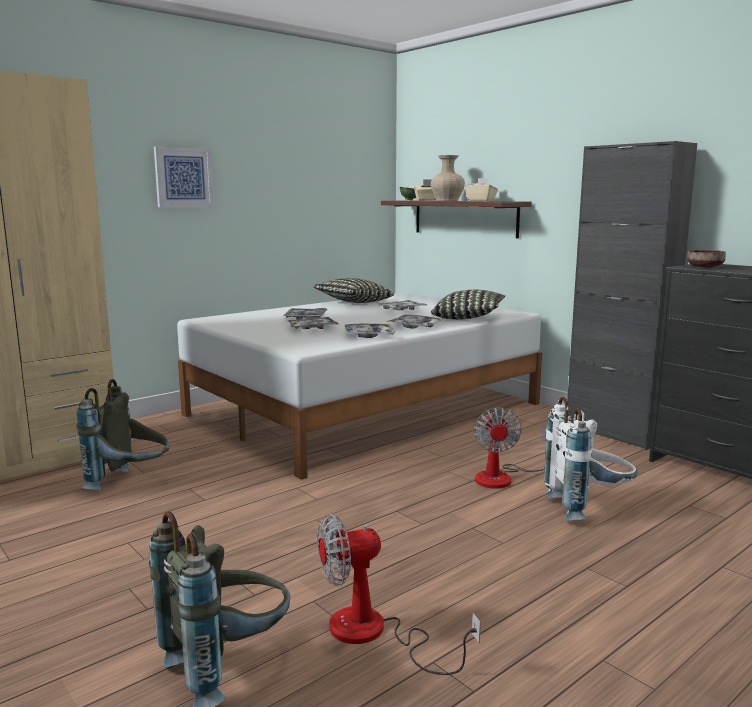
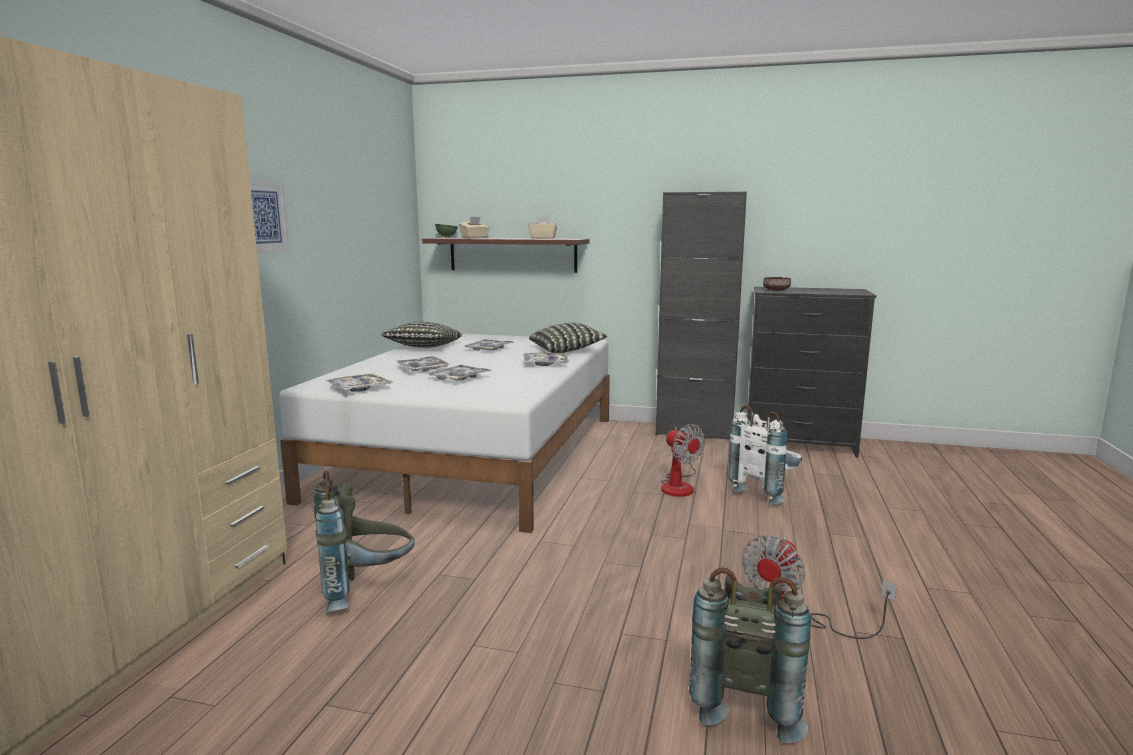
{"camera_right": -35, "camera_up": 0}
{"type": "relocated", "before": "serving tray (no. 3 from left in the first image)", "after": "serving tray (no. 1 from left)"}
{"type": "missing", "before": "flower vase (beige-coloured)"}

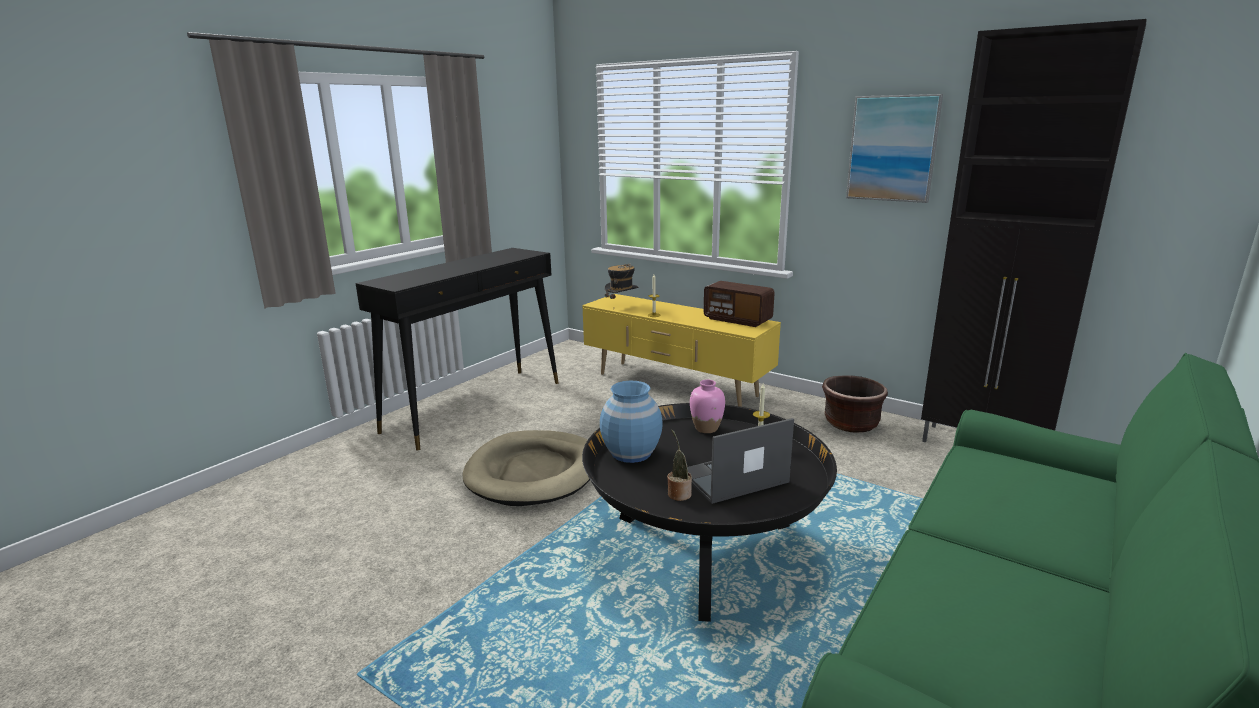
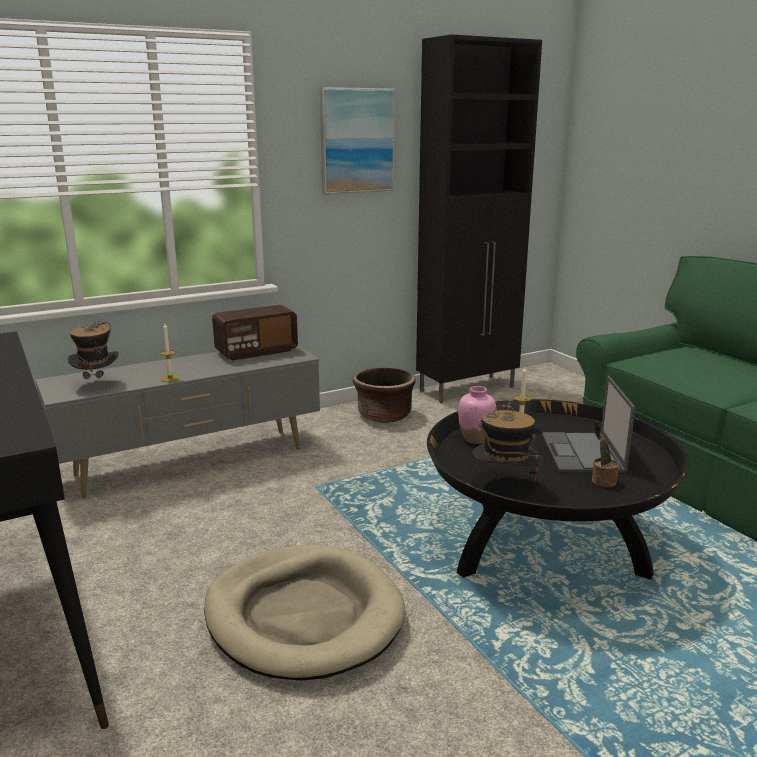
{"camera_right": -65, "camera_up": 0}
{"type": "colour", "before": "tv stand (yellow)", "after": "tv stand (greyish)"}
{"type": "exchanged", "before": "flower vase (blue)", "after": "clothing hat (no. 2 from left)"}

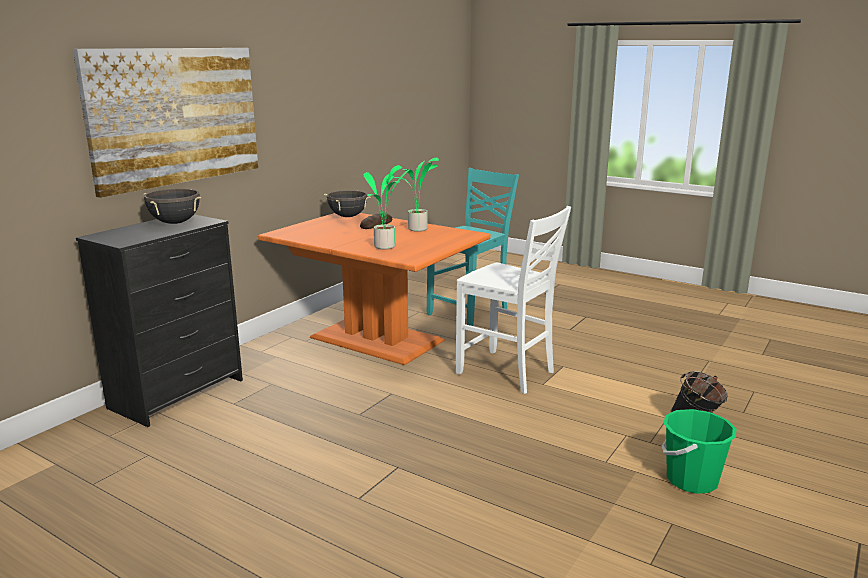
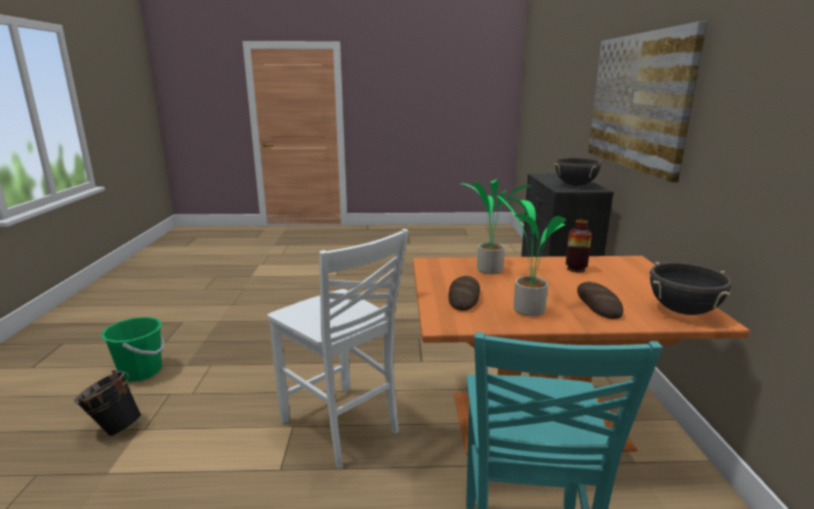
{"camera_right": 145, "camera_up": 0}
{"type": "spun", "before": "upright chair (white-coloured)", "turn": -135}
{"type": "appeared", "after": "baked bread (no. 1 from left)"}
{"type": "appeared", "after": "flower vase"}

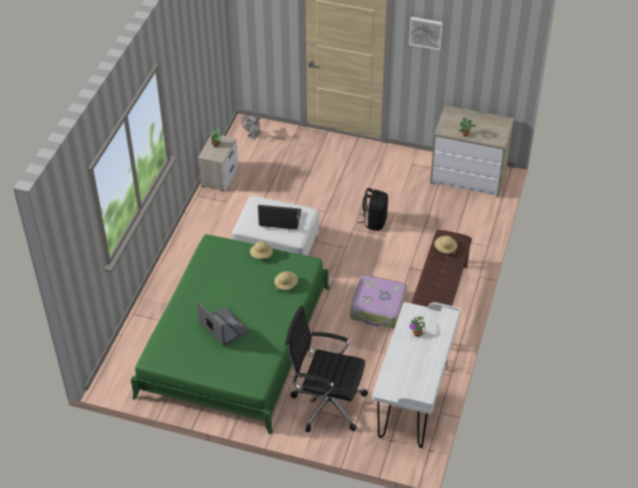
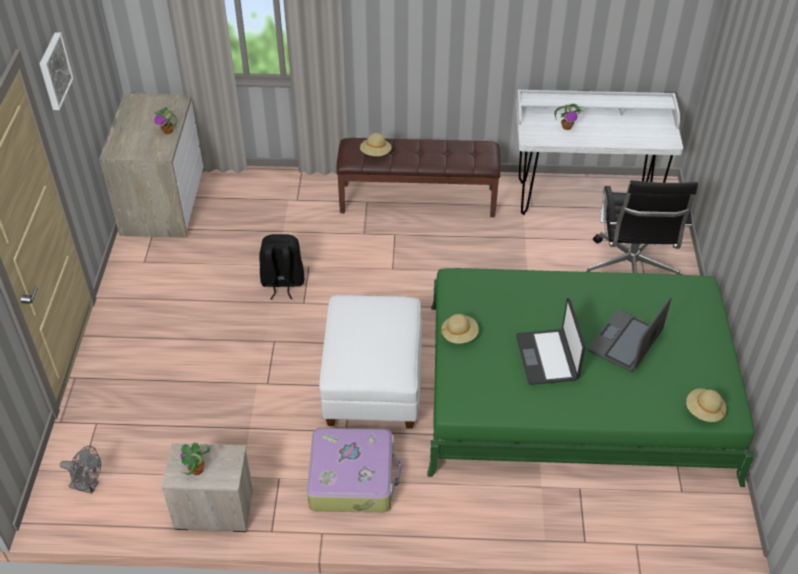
{"camera_right": -105, "camera_up": 0}
{"type": "relocated", "before": "portable computer (no. 2 from left in the first image)", "after": "portable computer (no. 1 from left)"}
{"type": "relocated", "before": "clothing hat (beige-coloured) (no. 2 from left in the first image)", "after": "clothing hat (beige-coloured) (no. 3 from left)"}
{"type": "relocated", "before": "travel case"}

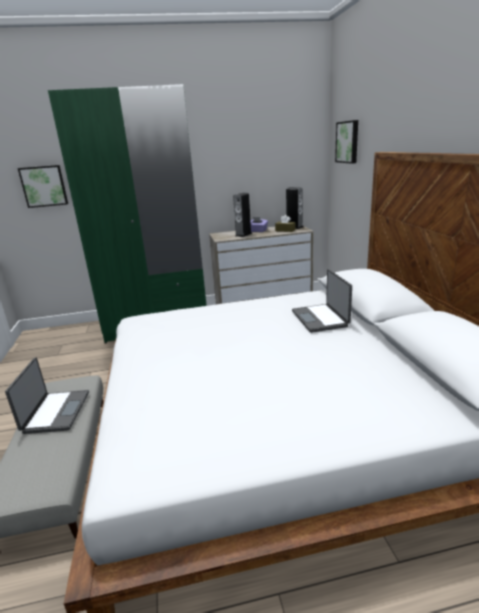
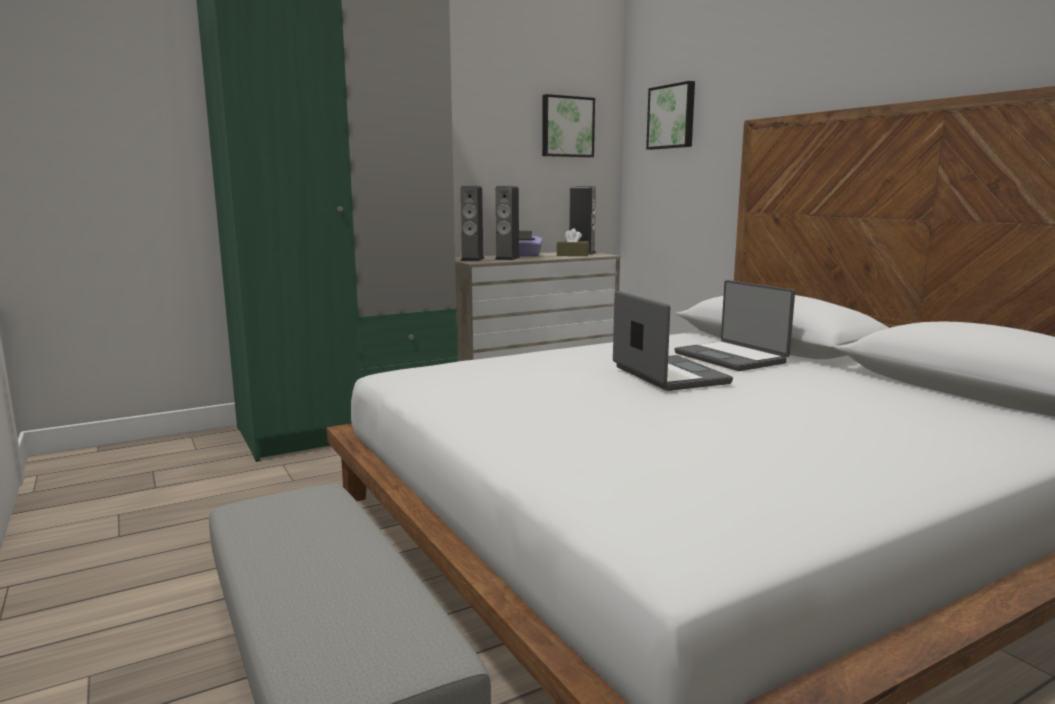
{"camera_right": -20, "camera_up": -10}
{"type": "relocated", "before": "portable computer (no. 1 from left)"}
{"type": "relocated", "before": "picture (no. 1 from left)"}
{"type": "appeared", "after": "audio speaker (no. 1 from left)"}

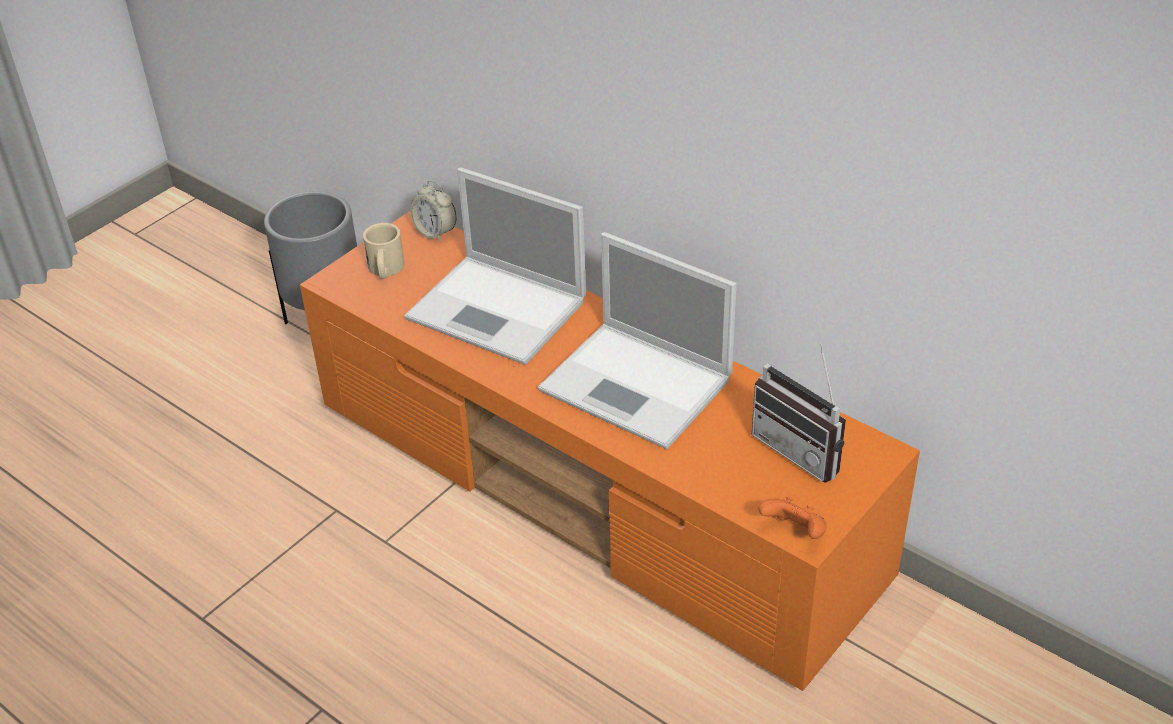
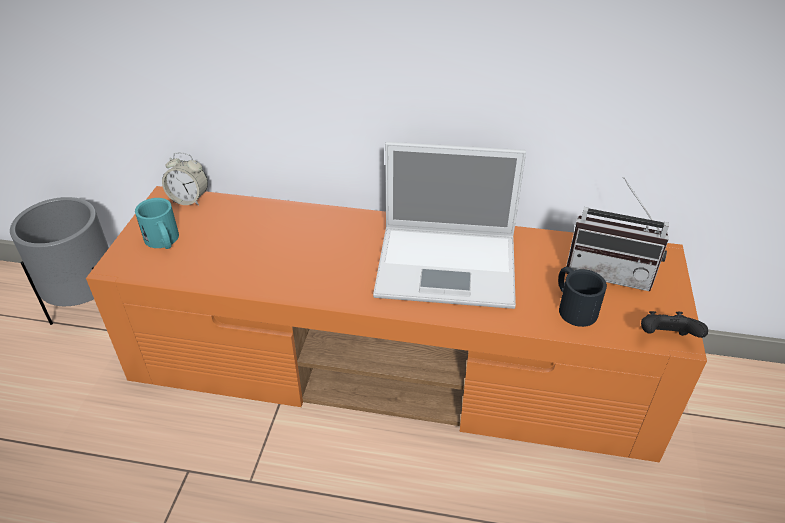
{"camera_right": -30, "camera_up": 0}
{"type": "colour", "before": "mug (beige-coloured)", "after": "mug (blue-green)"}
{"type": "missing", "before": "portable computer (no. 1 from left)"}
{"type": "colour", "before": "joypad (orange)", "after": "joypad (blackish)"}
{"type": "appeared", "after": "mug (blackish)"}

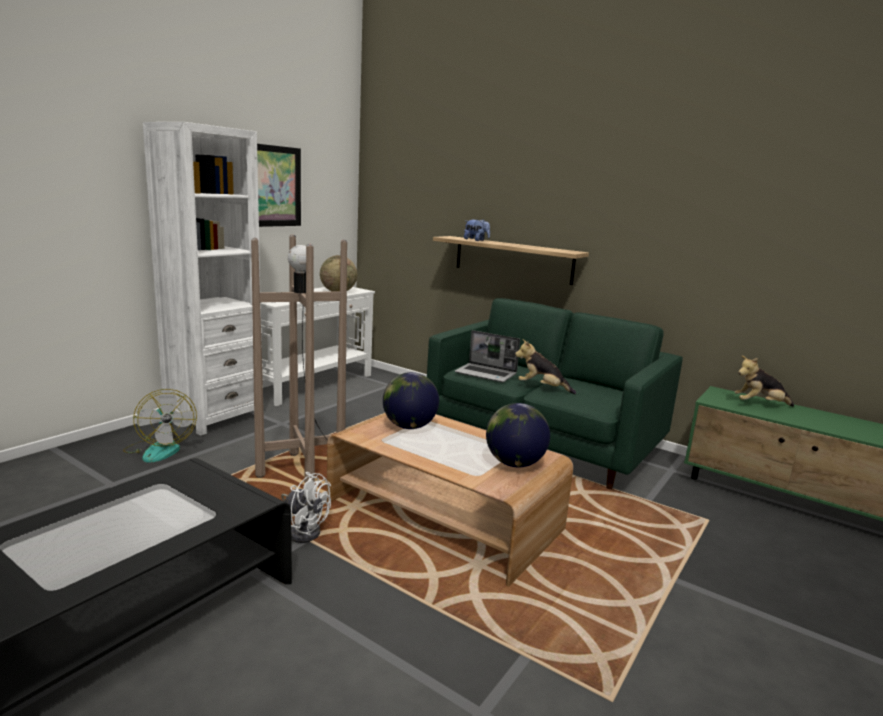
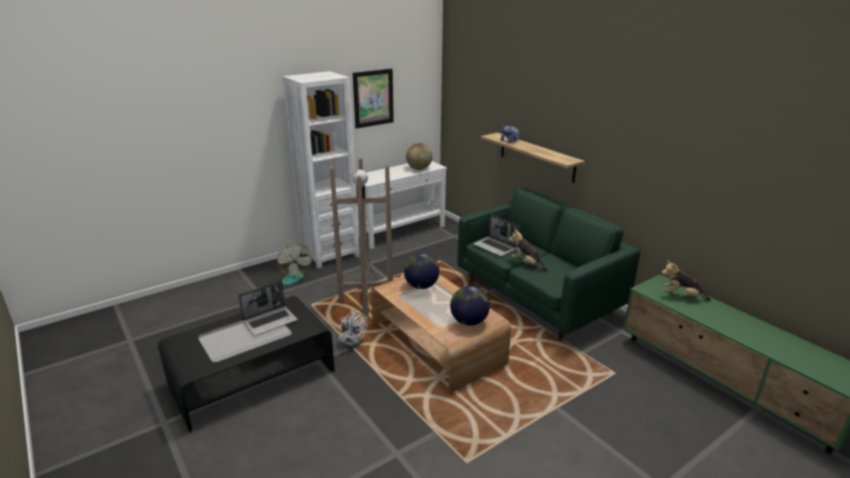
{"camera_right": 20, "camera_up": 10}
{"type": "appeared", "after": "portable computer (no. 1 from left)"}

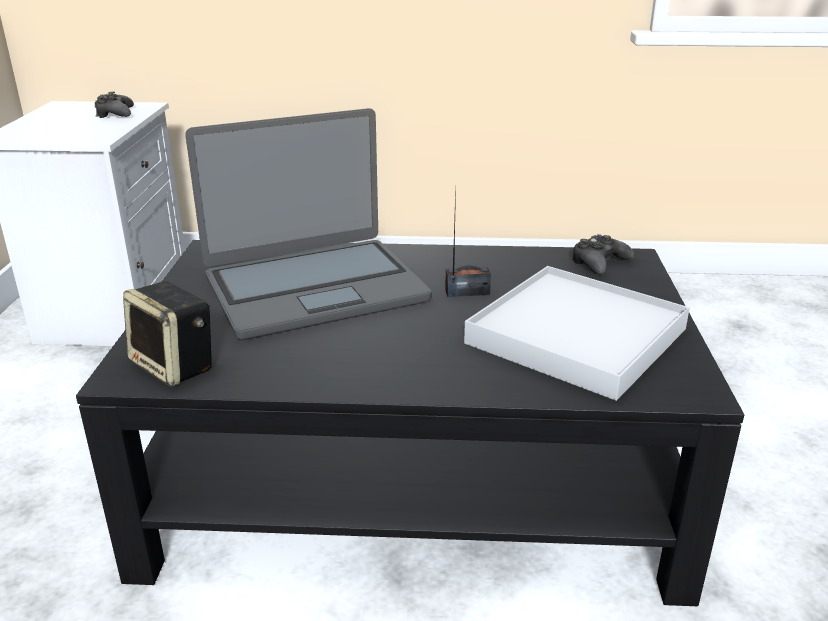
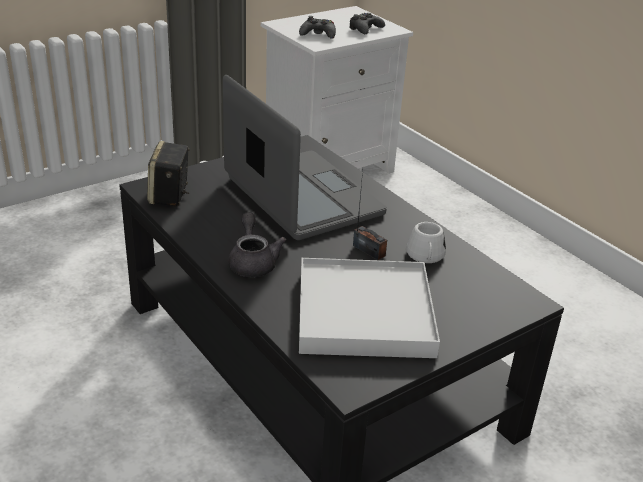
{"camera_right": 50, "camera_up": 5}
{"type": "spun", "before": "portable computer", "turn": -150}
{"type": "relocated", "before": "joypad (blackish) (no. 2 from left in the first image)", "after": "joypad (blackish) (no. 1 from left)"}
{"type": "appeared", "after": "pot for tea (greyish)"}
{"type": "appeared", "after": "mug (white-coloured)"}

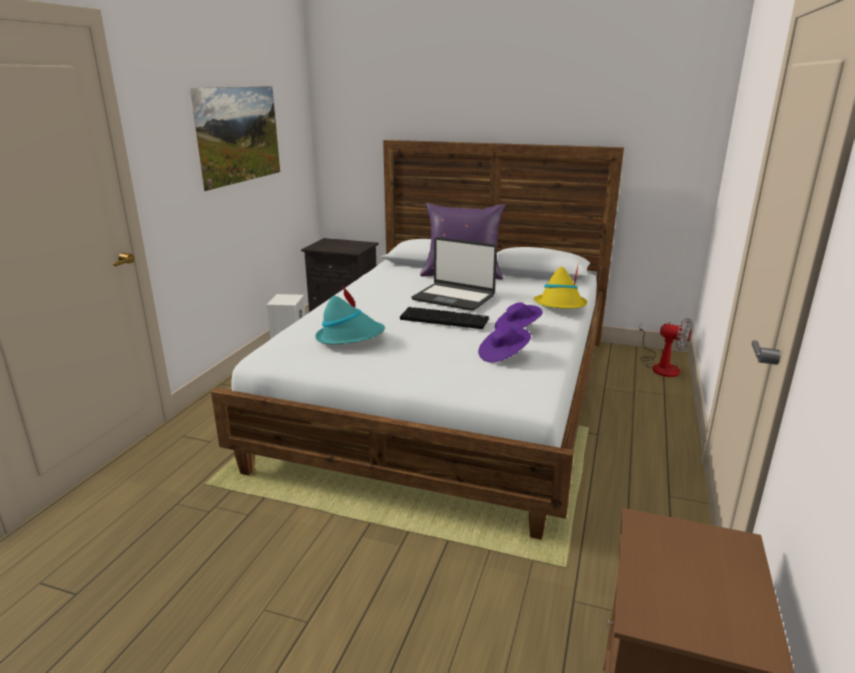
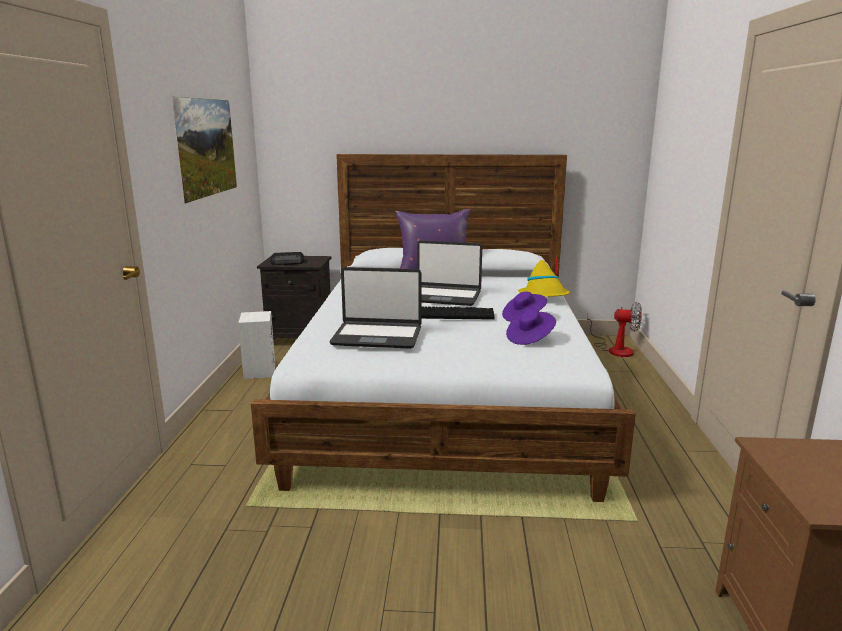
{"camera_right": -15, "camera_up": -5}
{"type": "exchanged", "before": "clothing hat (blue-green)", "after": "portable computer (no. 1 from left)"}
{"type": "appeared", "after": "radio set"}

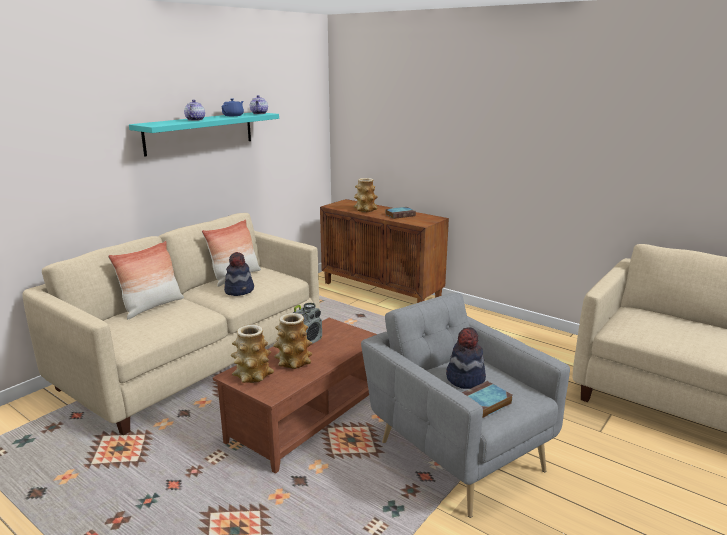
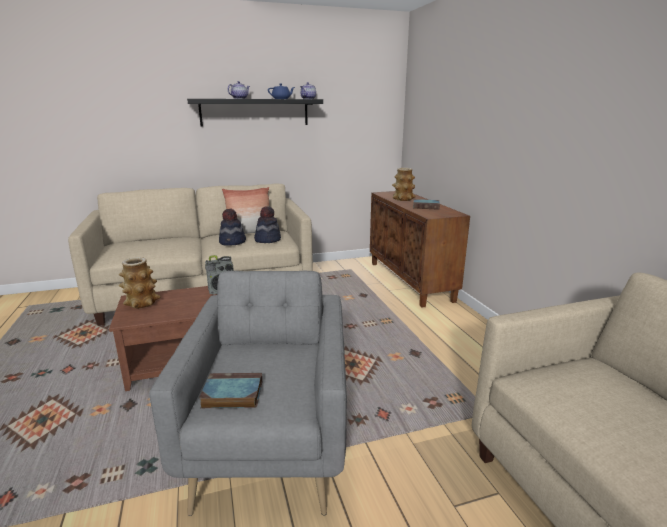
{"camera_right": 35, "camera_up": 0}
{"type": "missing", "before": "cushion (no. 1 from left)"}
{"type": "colour", "before": "wall shelf (blue-green)", "after": "wall shelf (blackish)"}
{"type": "missing", "before": "flower vase (no. 2 from left)"}
{"type": "relocated", "before": "clothing hat (no. 2 from left)"}

